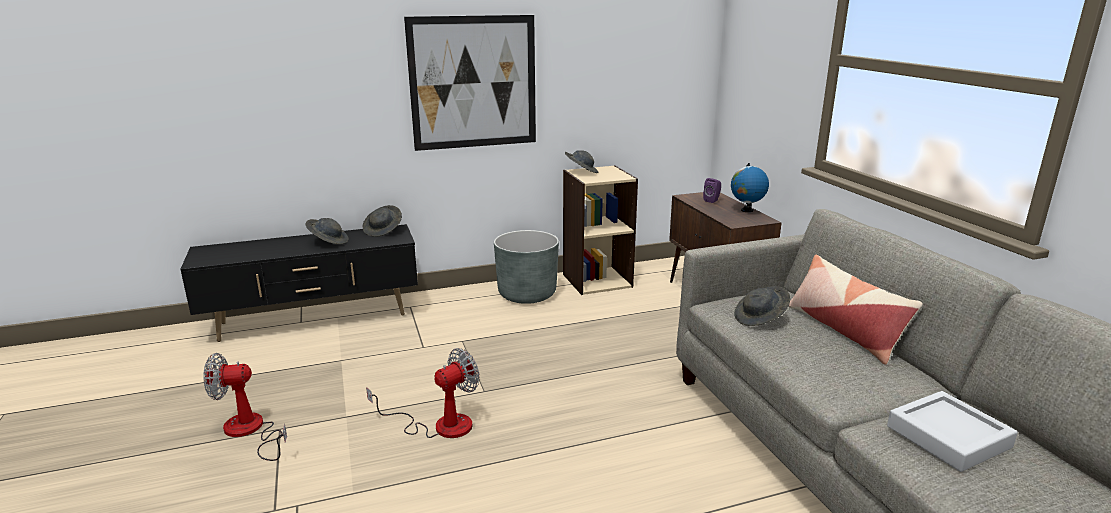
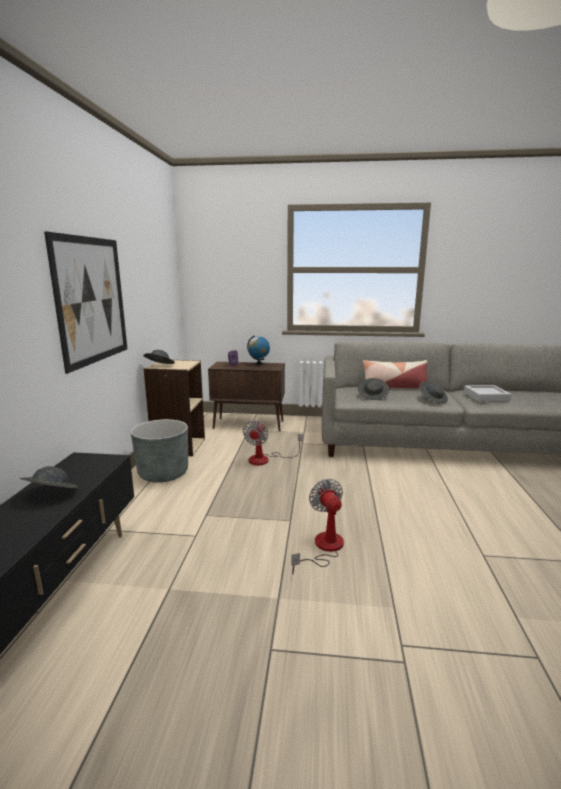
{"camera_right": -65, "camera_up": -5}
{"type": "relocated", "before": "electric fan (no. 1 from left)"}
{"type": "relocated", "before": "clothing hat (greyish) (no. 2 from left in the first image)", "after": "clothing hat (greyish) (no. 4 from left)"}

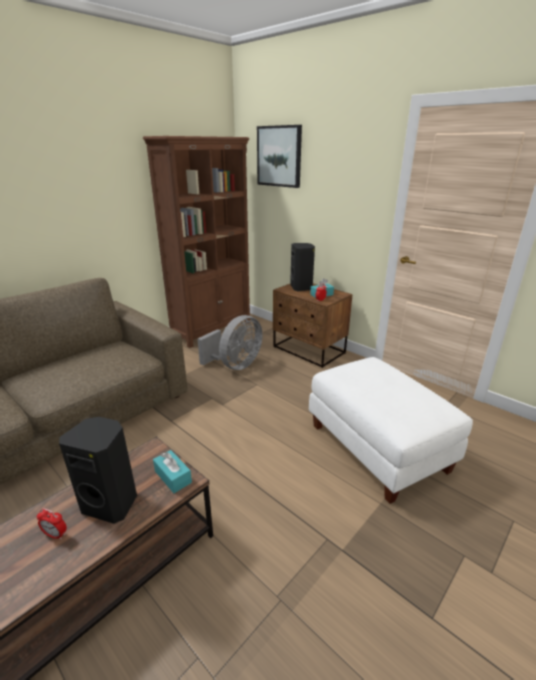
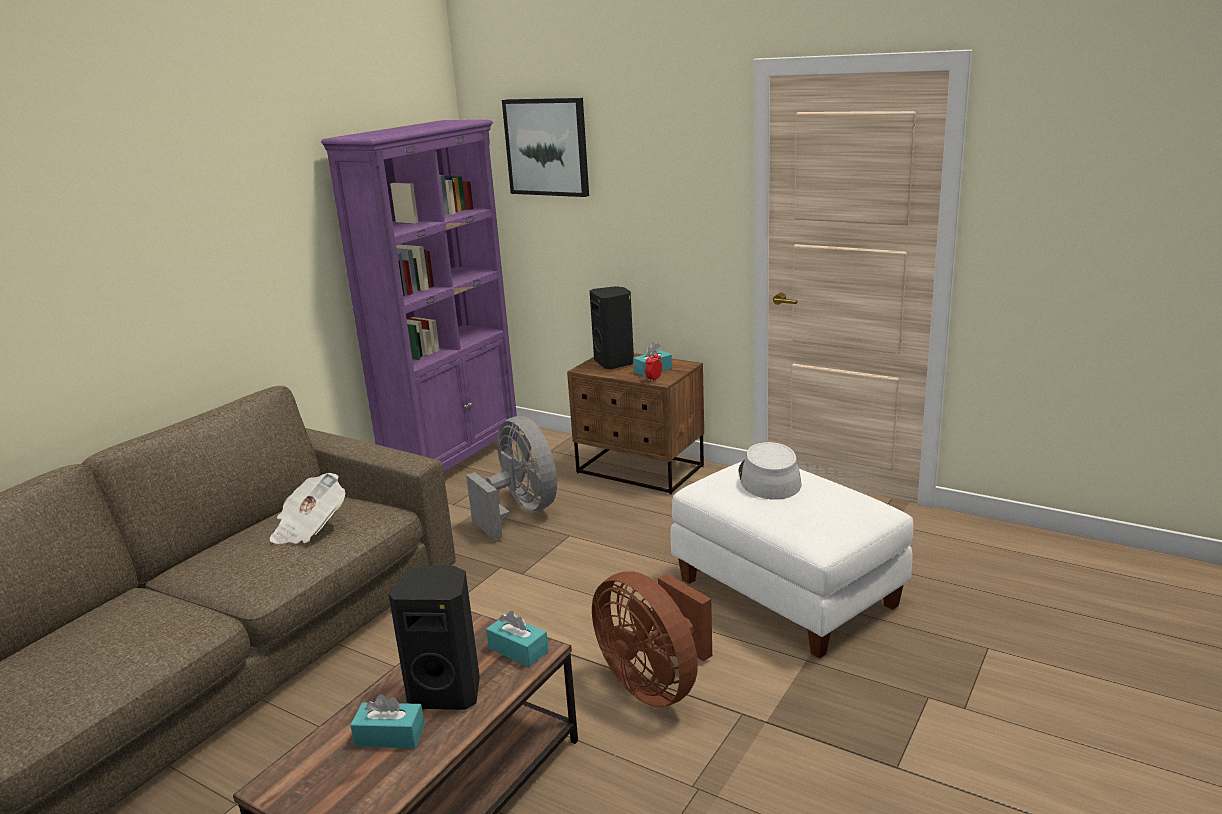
{"camera_right": -10, "camera_up": -5}
{"type": "exchanged", "before": "alarm clock (no. 1 from left)", "after": "tissue holder (blue-green) (no. 1 from left)"}
{"type": "colour", "before": "bookshelf (brownish)", "after": "bookshelf (purplish)"}
{"type": "spun", "before": "electric fan (greyish)", "turn": -60}
{"type": "appeared", "after": "newspaper"}
{"type": "appeared", "after": "electric fan (brownish)"}
{"type": "appeared", "after": "clothing hat (greyish)"}

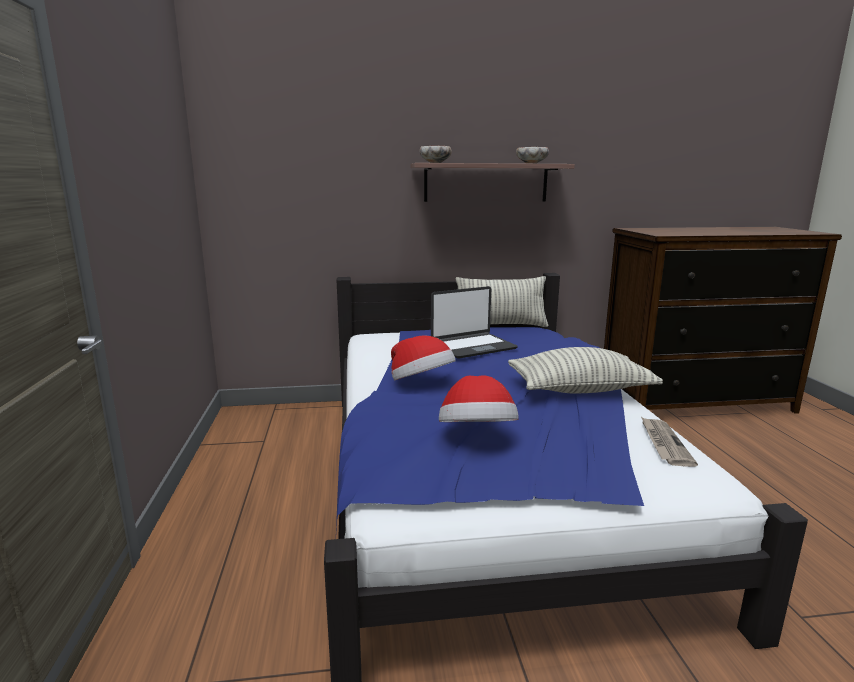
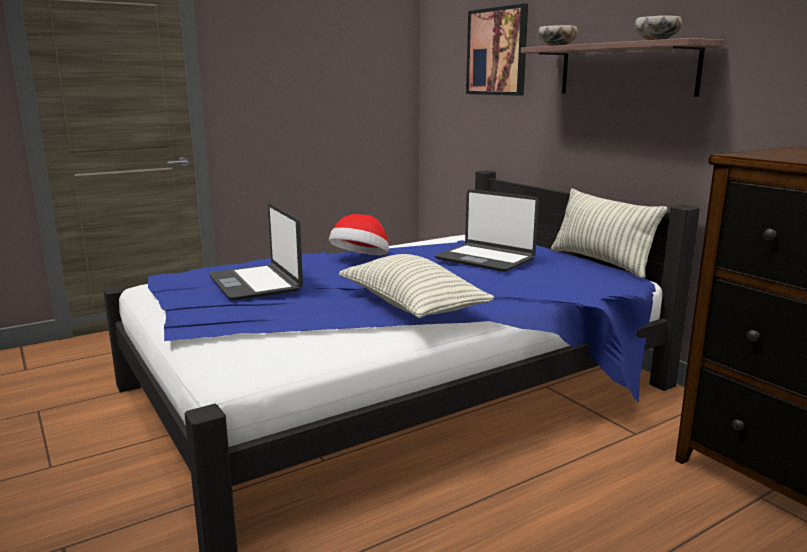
{"camera_right": 65, "camera_up": 0}
{"type": "exchanged", "before": "clothing hat (no. 2 from left)", "after": "portable computer (no. 1 from left)"}
{"type": "missing", "before": "newspaper"}
{"type": "appeared", "after": "picture"}

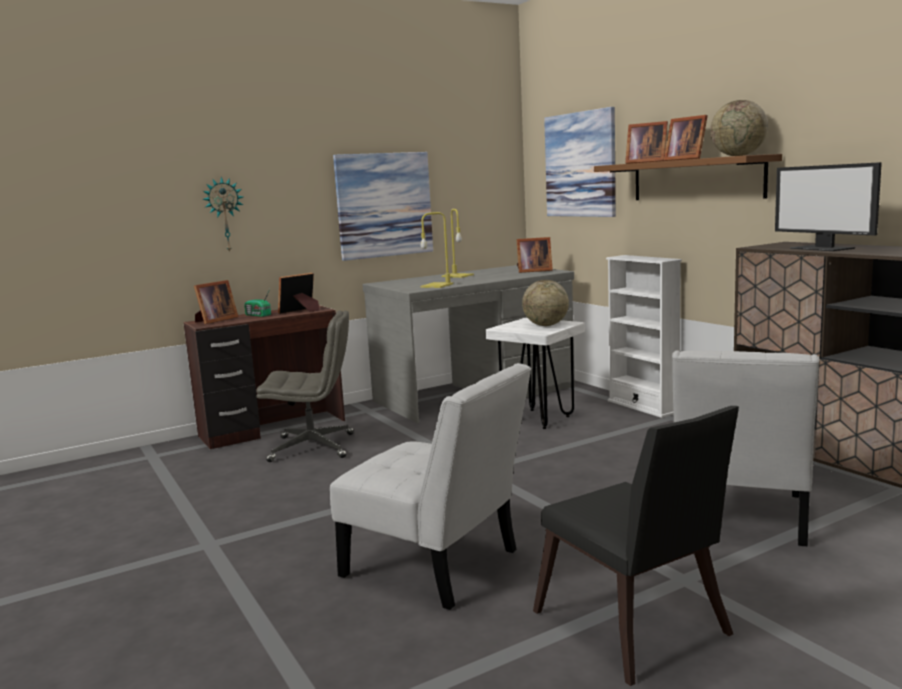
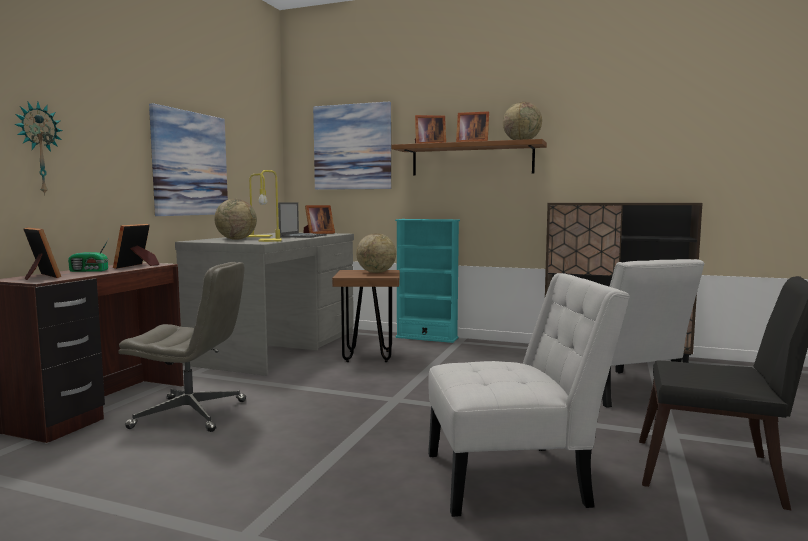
{"camera_right": -40, "camera_up": -5}
{"type": "spun", "before": "standing frame (no. 1 from left)", "turn": -45}
{"type": "spun", "before": "desk chair (greyish)", "turn": 45}
{"type": "colour", "before": "sitting stool (white-coloured)", "after": "sitting stool (brownish)"}
{"type": "colour", "before": "bookshelf (white-coloured)", "after": "bookshelf (blue-green)"}
{"type": "missing", "before": "computer screen"}
{"type": "appeared", "after": "desk globe (no. 1 from left)"}
{"type": "appeared", "after": "portable computer"}

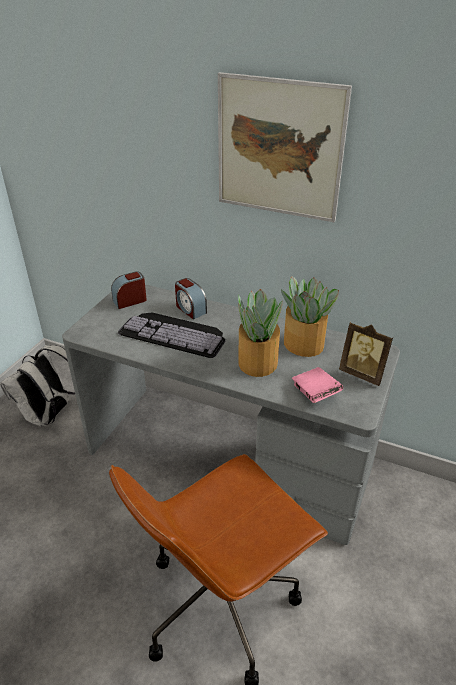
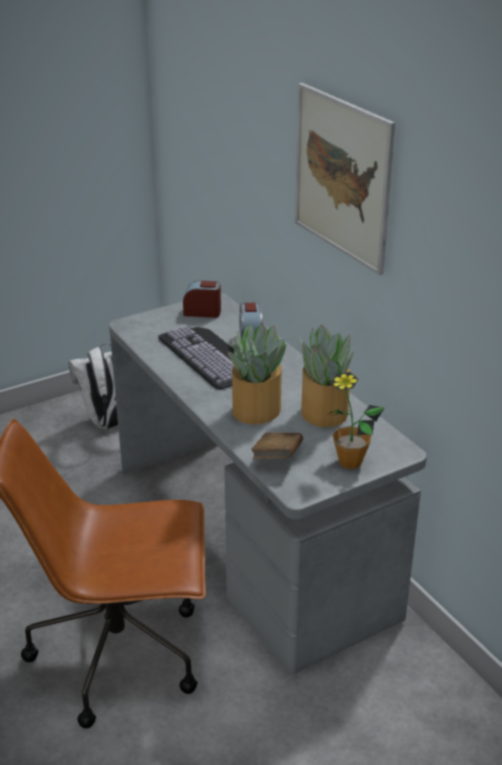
{"camera_right": 35, "camera_up": -5}
{"type": "colour", "before": "volume (pinkish)", "after": "volume (brownish)"}
{"type": "exchanged", "before": "standing frame", "after": "potted plant (no. 3 from left)"}

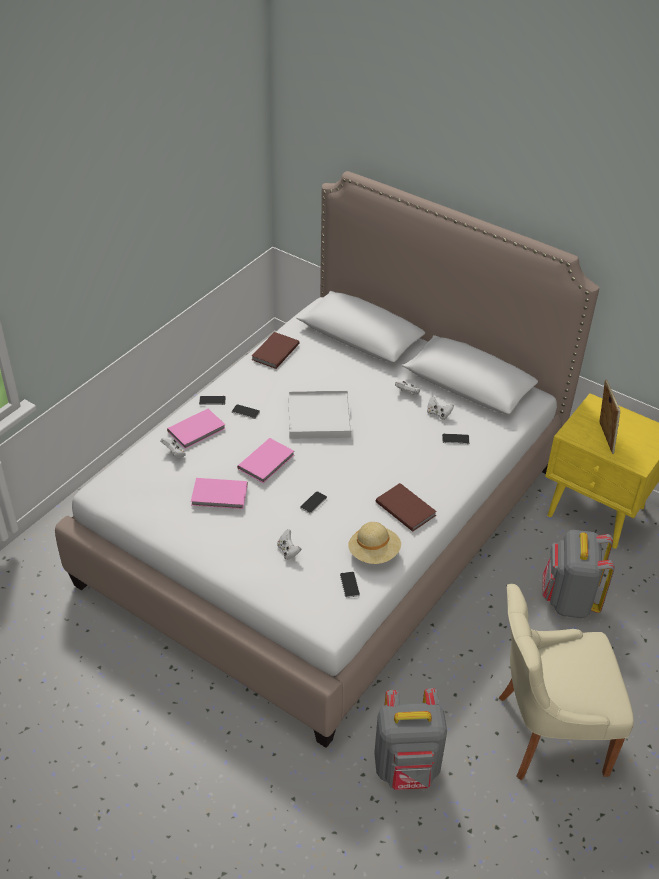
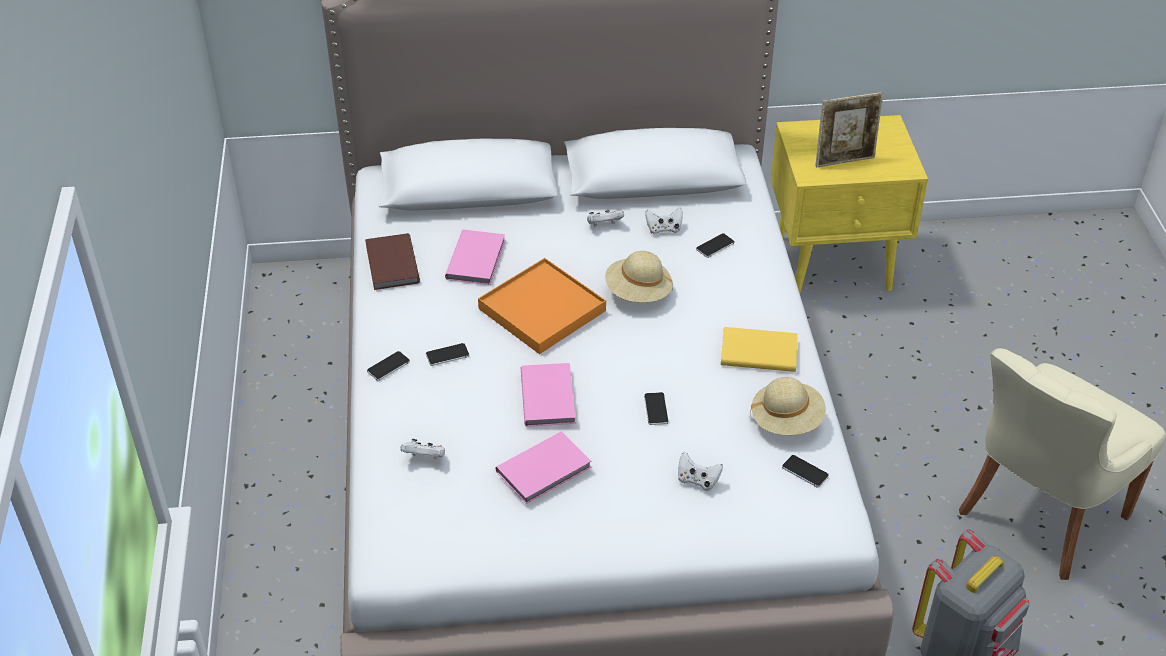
{"camera_right": -40, "camera_up": 0}
{"type": "relocated", "before": "volume (pinkish) (no. 1 from left)"}
{"type": "colour", "before": "serving tray (white-coloured)", "after": "serving tray (orange)"}
{"type": "colour", "before": "volume (brownish) (no. 2 from left)", "after": "volume (yellow)"}
{"type": "missing", "before": "backpack (greyish) (no. 2 from left)"}
{"type": "spun", "before": "standing frame", "turn": 120}
{"type": "appeared", "after": "clothing hat (beige-coloured) (no. 1 from left)"}

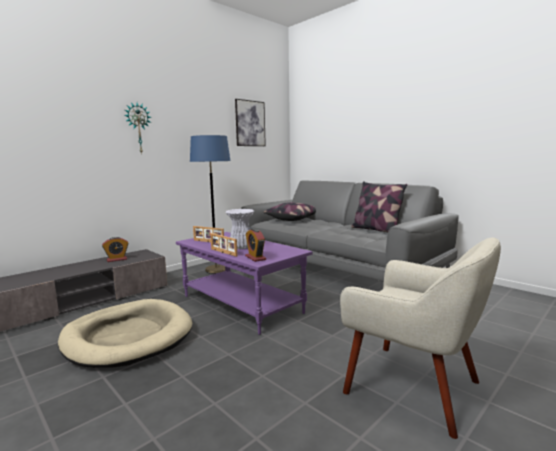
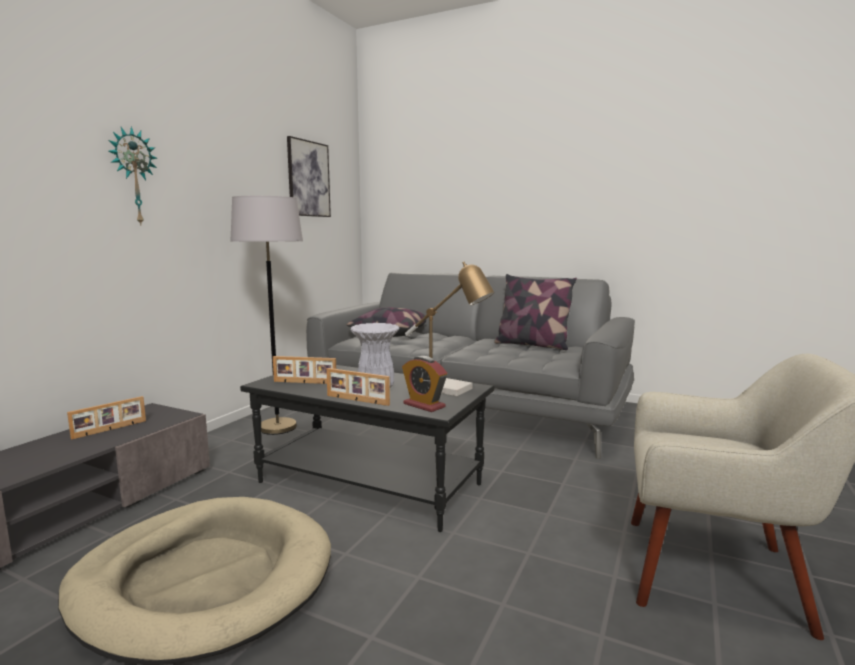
{"camera_right": -20, "camera_up": 0}
{"type": "exchanged", "before": "alarm clock (no. 1 from left)", "after": "standing frame (no. 1 from left)"}
{"type": "colour", "before": "coffee table (purplish)", "after": "coffee table (blackish)"}
{"type": "colour", "before": "floor lamp (blue)", "after": "floor lamp (greyish)"}
{"type": "appeared", "after": "tabletop lamp"}

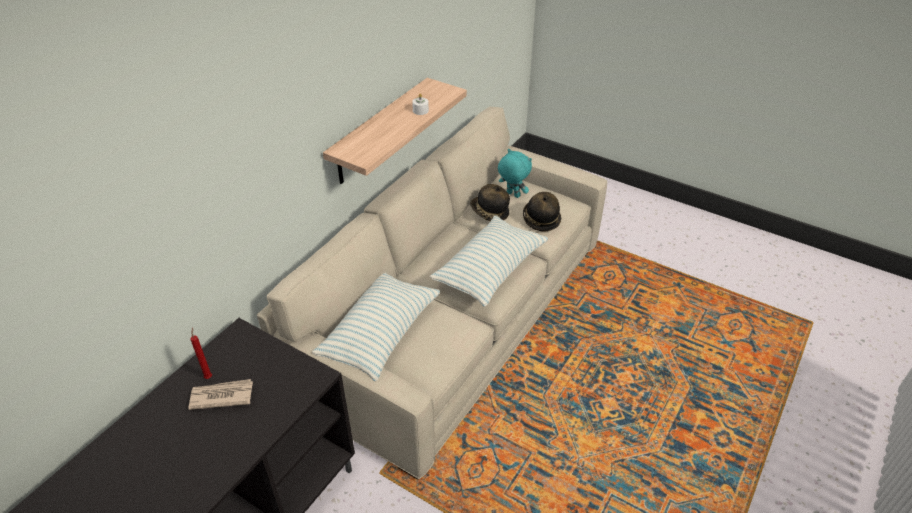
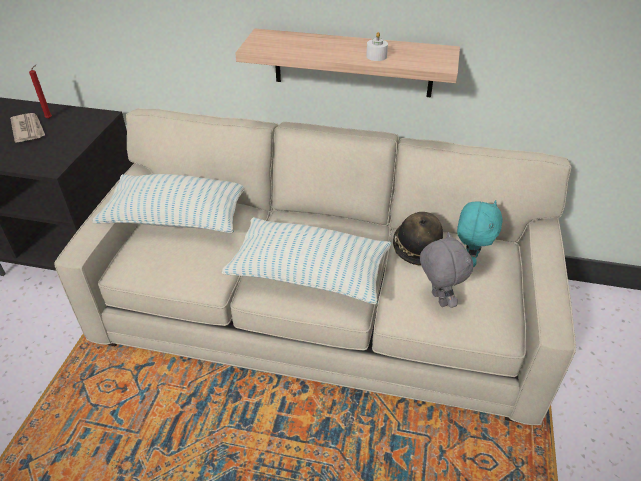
{"camera_right": 70, "camera_up": 0}
{"type": "exchanged", "before": "clothing hat (no. 2 from left)", "after": "soft toy (greyish)"}

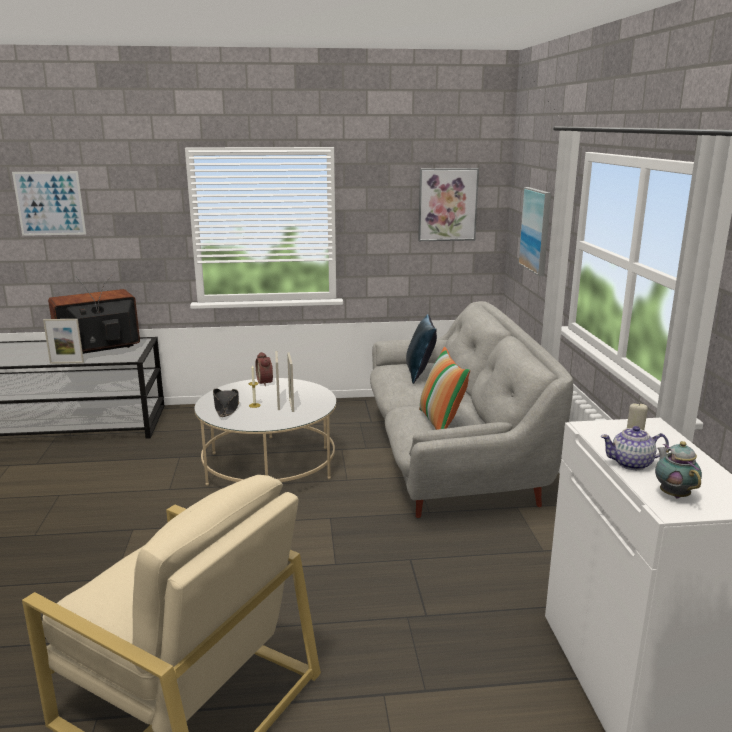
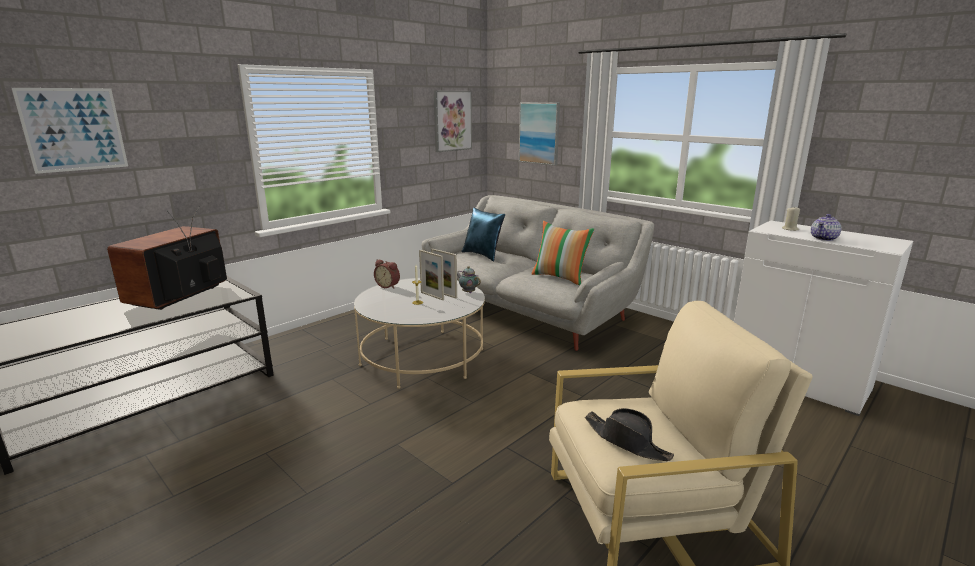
{"camera_right": -40, "camera_up": 0}
{"type": "missing", "before": "standing frame (no. 1 from left)"}
{"type": "relocated", "before": "clothing hat (blackish)"}
{"type": "relocated", "before": "pot for tea (no. 2 from left in the first image)", "after": "pot for tea (no. 1 from left)"}

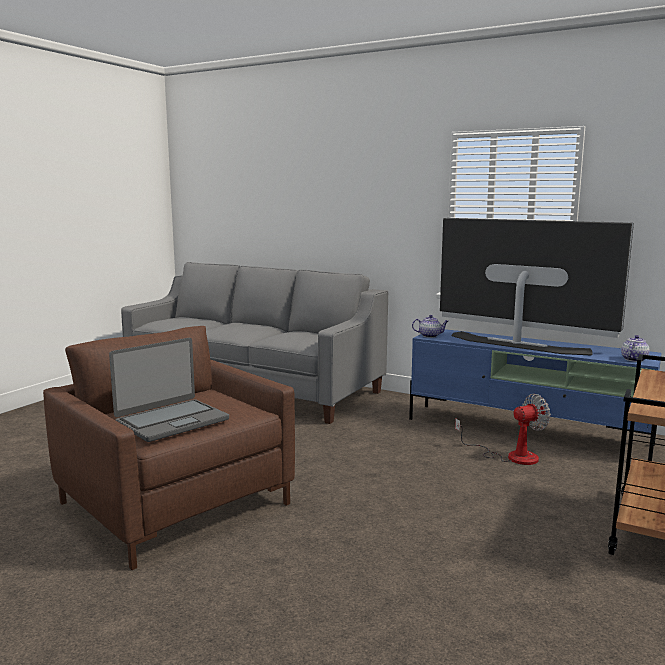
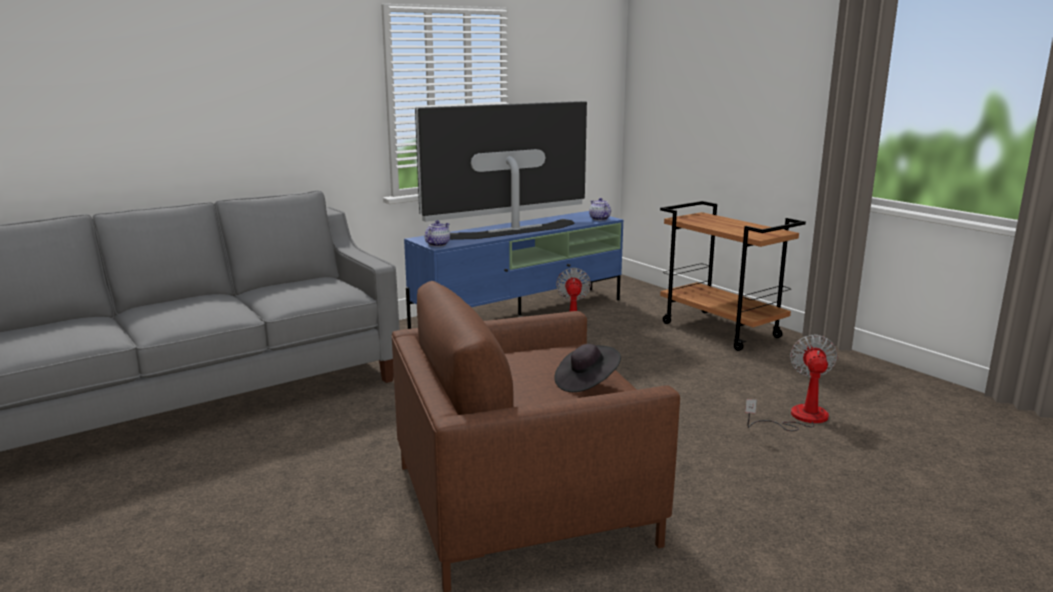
{"camera_right": -65, "camera_up": 5}
{"type": "exchanged", "before": "portable computer", "after": "clothing hat (blackish)"}
{"type": "appeared", "after": "electric fan (no. 2 from left)"}

